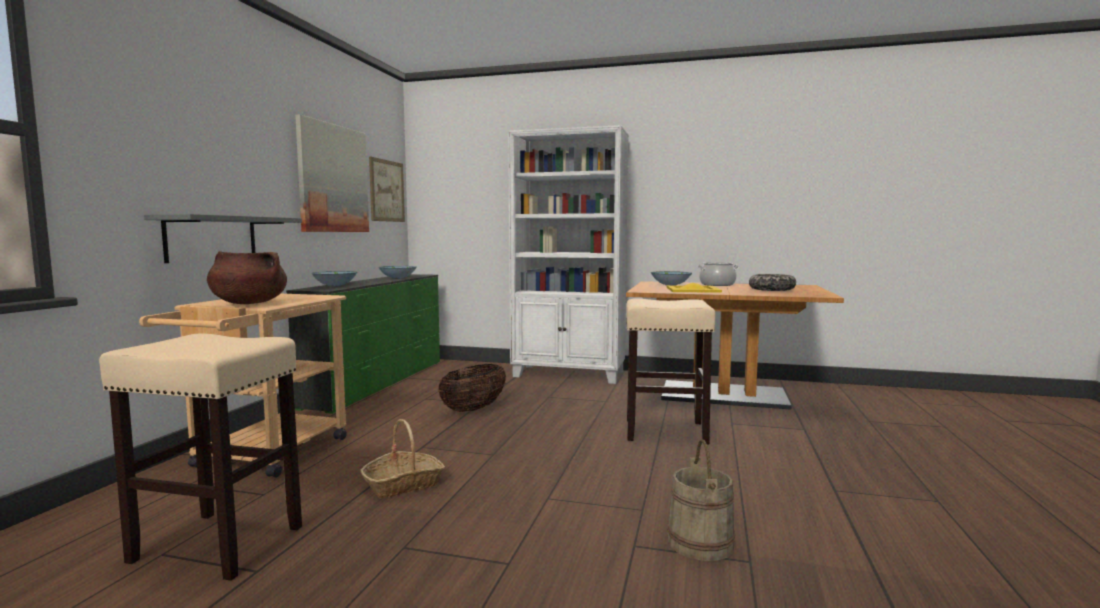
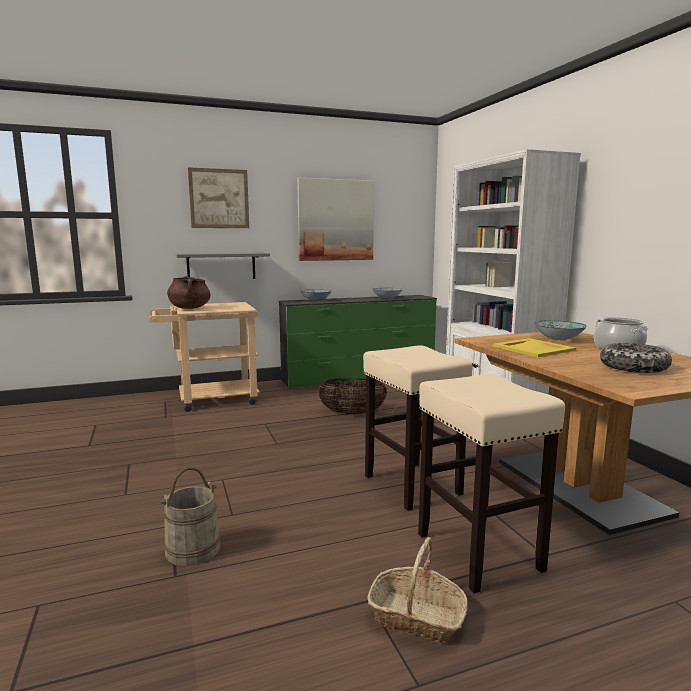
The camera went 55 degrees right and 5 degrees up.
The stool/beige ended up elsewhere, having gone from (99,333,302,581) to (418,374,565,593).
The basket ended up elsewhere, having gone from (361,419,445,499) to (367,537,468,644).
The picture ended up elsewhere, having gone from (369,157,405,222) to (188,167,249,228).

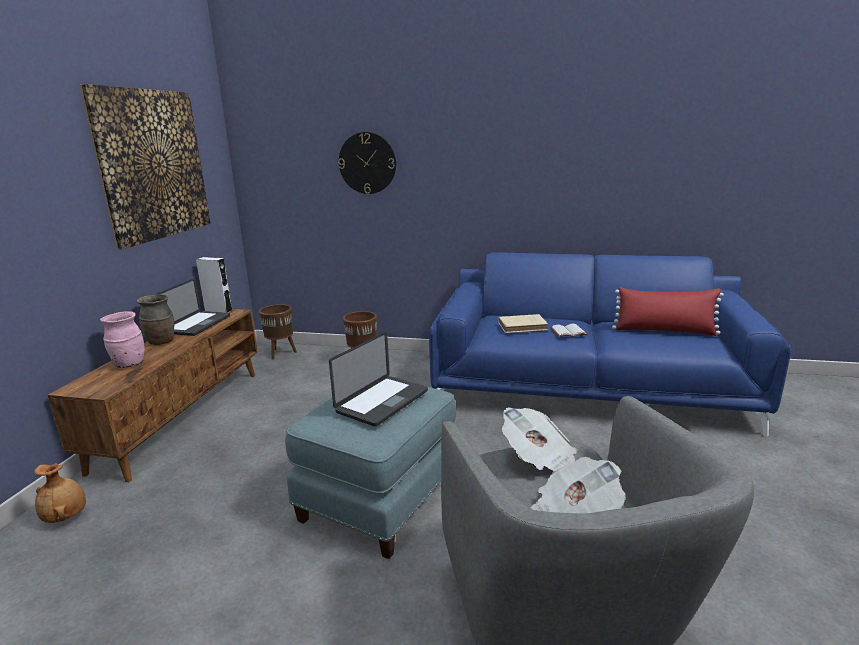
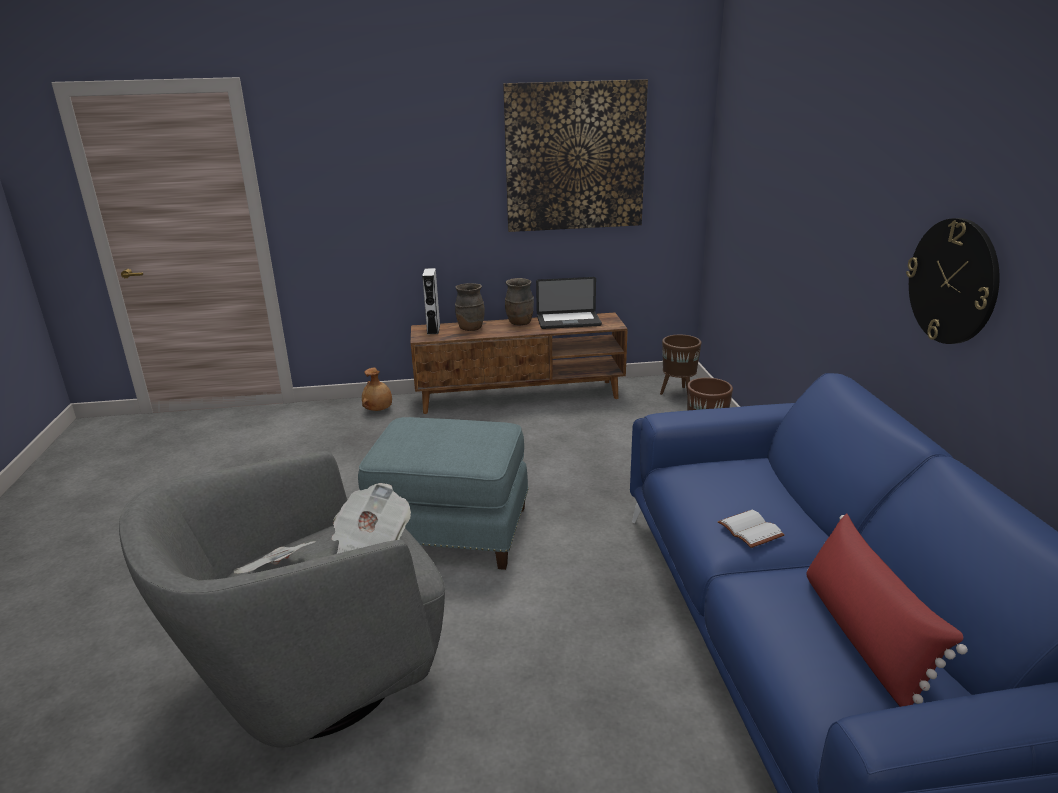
The camera went 70 degrees right and 5 degrees up.
The second view lost the laptop at (329,332,428,427).
The second view lost the book/beige at (498,314,548,333).
The speaker/white ended up elsewhere, having gone from (196,257,233,313) to (422,268,440,334).
The wall clock ended up elsewhere, having gone from (338,132,396,194) to (906,218,1000,344).
What was the vase/pink at (100,311,145,368) turned into the vase/brown at (455,283,485,331).

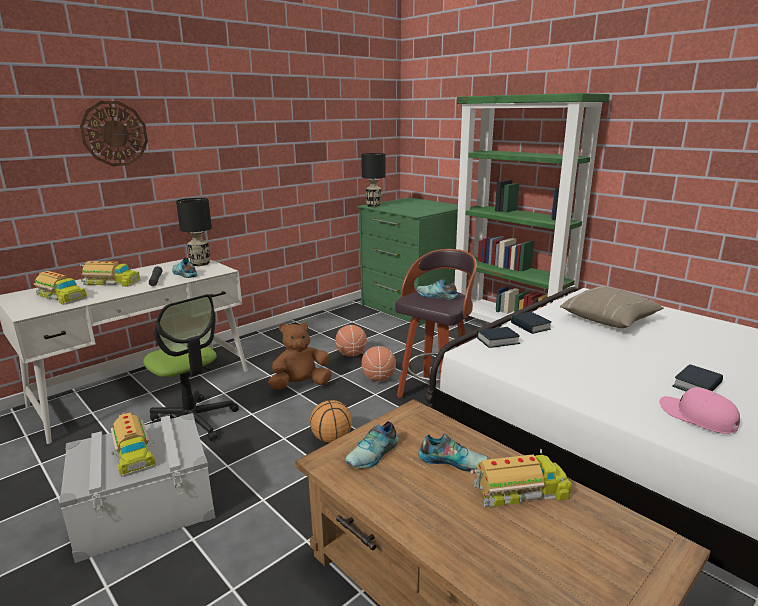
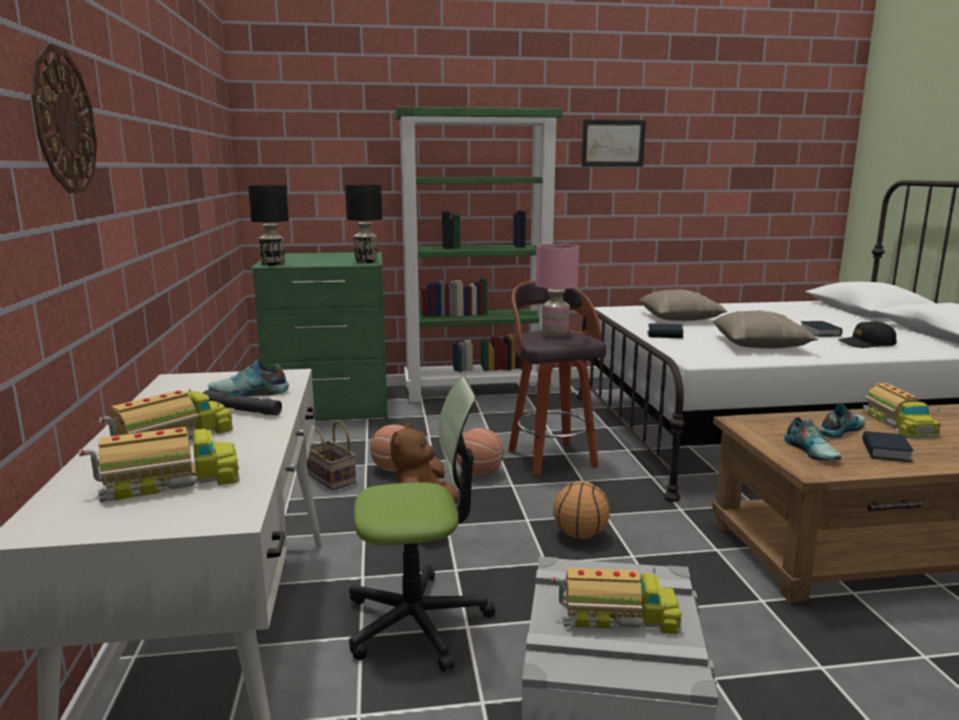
The camera went 55 degrees left and 5 degrees down.
The second view gained the basket at (306,420,356,491).
The second view gained the picture at (582,120,646,166).
The second view gained the pillow/beige at (713,310,818,348).
The table lamp/black ended up elsewhere, having gone from (176,198,212,266) to (345,185,382,263).
The book ended up elsewhere, having gone from (477,327,520,348) to (862,431,914,462).
Where the shoe stood at (416,278,458,300), the table lamp/pink came to stand at (536,244,579,337).
What was the cap/pink at (659,387,740,434) turned into the cap/black at (838,321,897,348).
The toy truck at (471,449,572,507) ended up facing another way, 150 degrees clockwise from before.

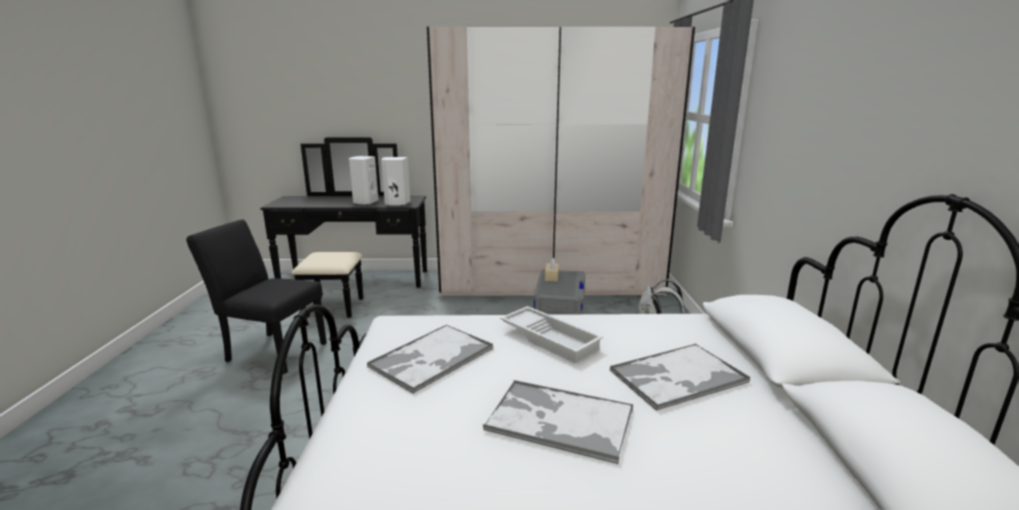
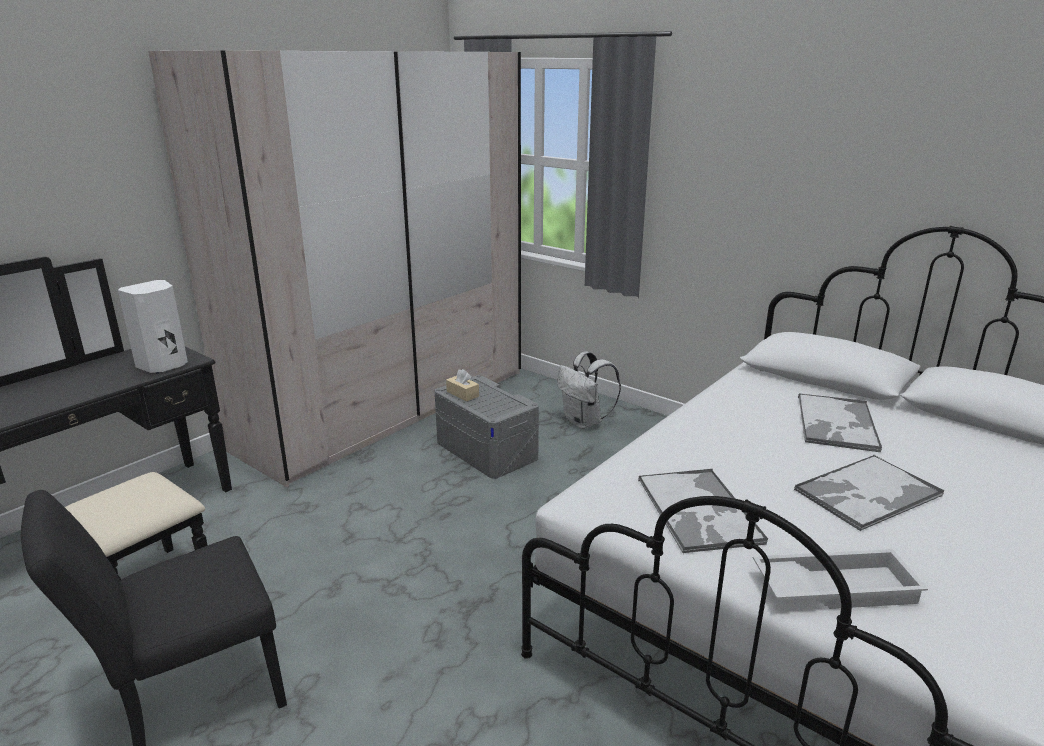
The camera went 50 degrees left and 5 degrees up.
The second view lost the speaker/white at (349,156,379,205).
The tray/white ended up elsewhere, having gone from (500,306,603,363) to (753,549,928,609).

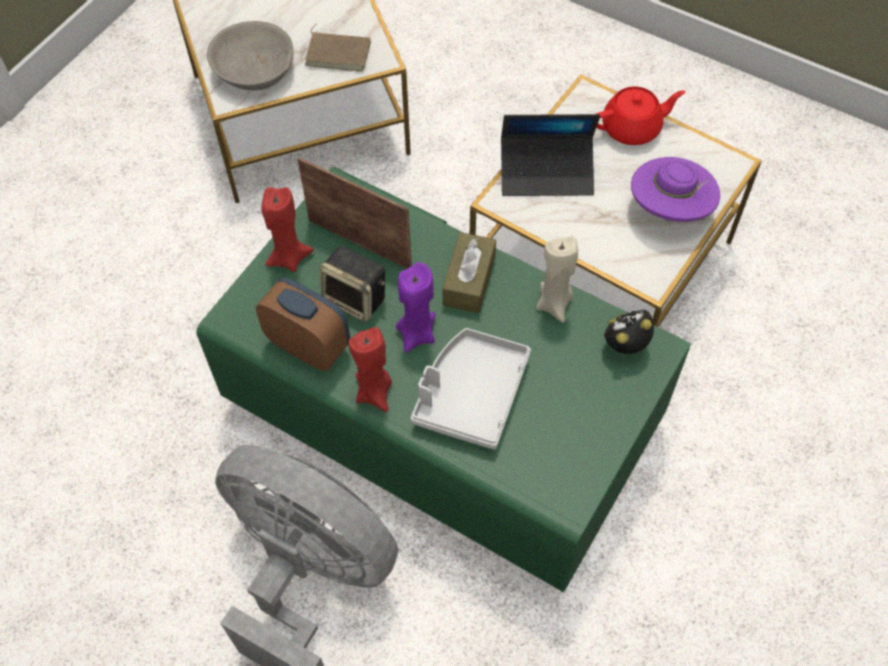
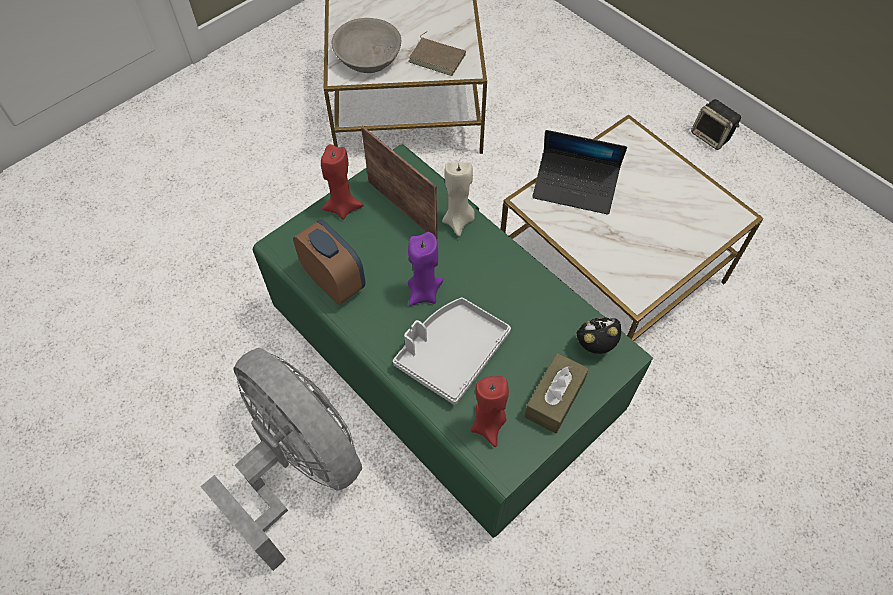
The camera went 15 degrees right and 0 degrees up.
The second view lost the teapot/red at (596,86,685,145).
The second view lost the hat/purple at (631,157,720,222).
The speaker ended up elsewhere, having gone from (320,246,385,322) to (691,99,741,150).
The candle/red ended up elsewhere, having gone from (349,327,392,412) to (471,376,509,447).
The tissue box/brown ended up elsewhere, having gone from (442,232,496,313) to (524,353,589,434).
The candle/beige ended up elsewhere, having gone from (536,236,578,323) to (442,162,475,236).

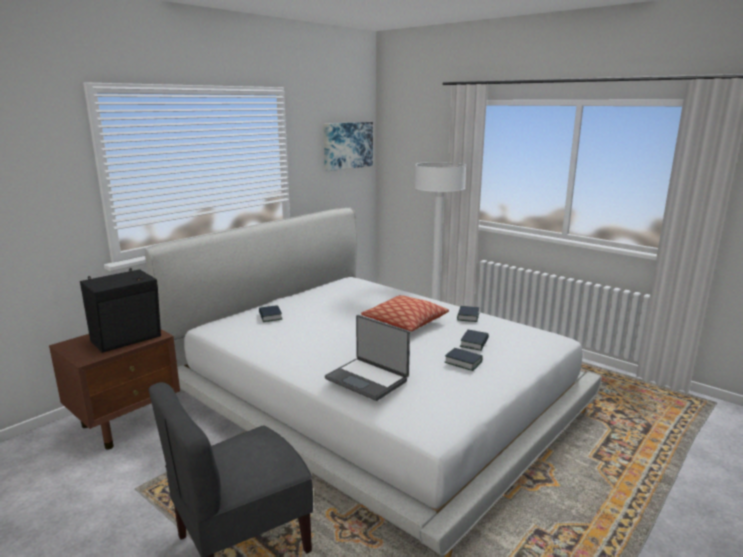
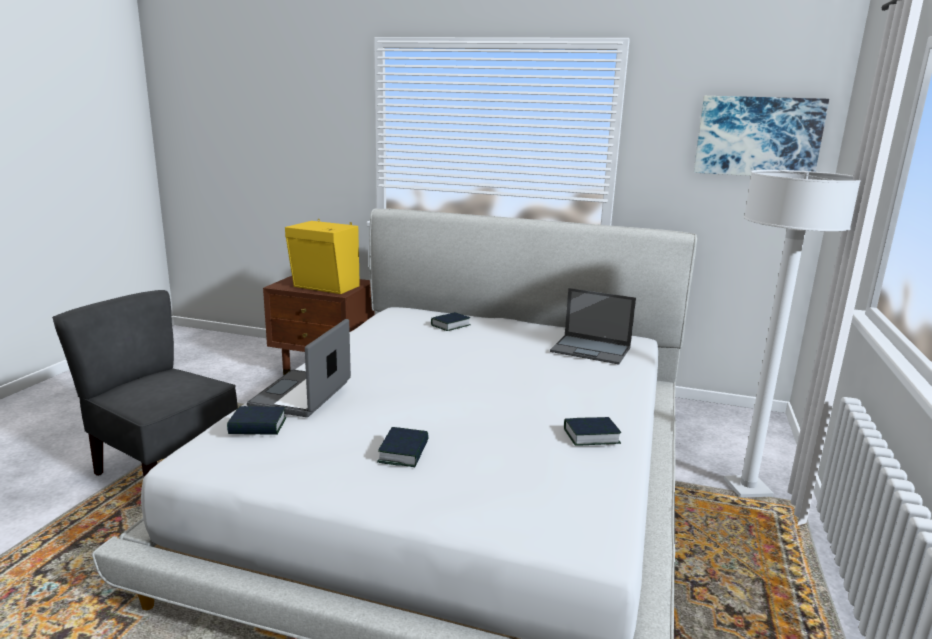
The camera went 65 degrees right and 0 degrees up.
The second view lost the pillow at (361,295,449,331).
The second view gained the laptop at (550,288,636,365).
The book ended up elsewhere, having gone from (460,330,489,351) to (227,406,286,435).
What was the speaker/black at (80,268,161,353) turned into the speaker/yellow at (285,219,360,294).

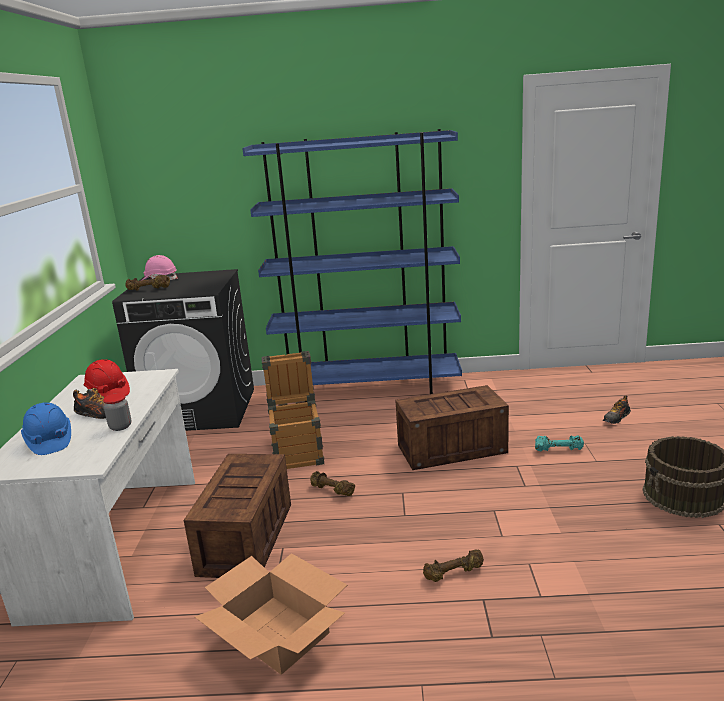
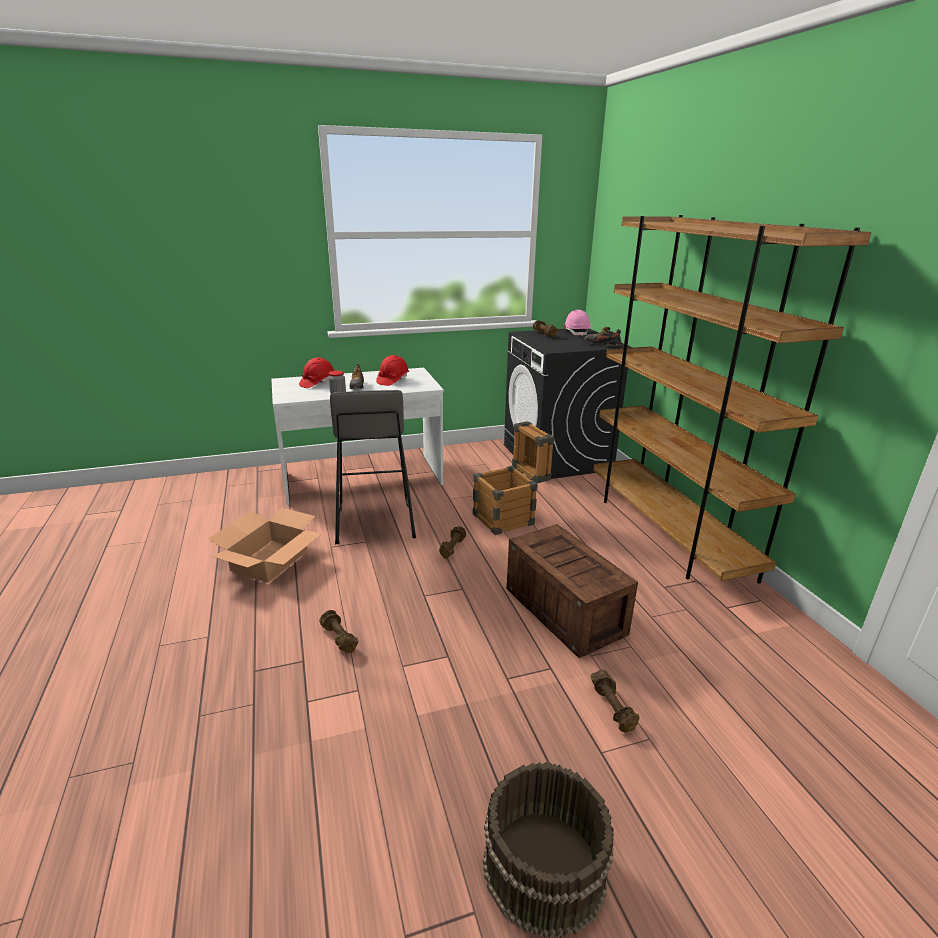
The camera went 70 degrees right and 5 degrees up.
The shoe ended up elsewhere, having gone from (603,395,631,424) to (584,326,622,346).
Where the crate stood at (184,454,291,578), the stool/grey came to stand at (330,390,416,544).
What was the hard hat/blue at (21,402,71,455) turned into the hard hat/red at (299,357,335,388).
What was the bookcase/blue at (242,129,462,402) turned into the bookcase/brown at (593,215,872,584).
What was the dumbbell/turquoise at (535,435,584,451) turned into the dumbbell/brown at (590,670,640,733).

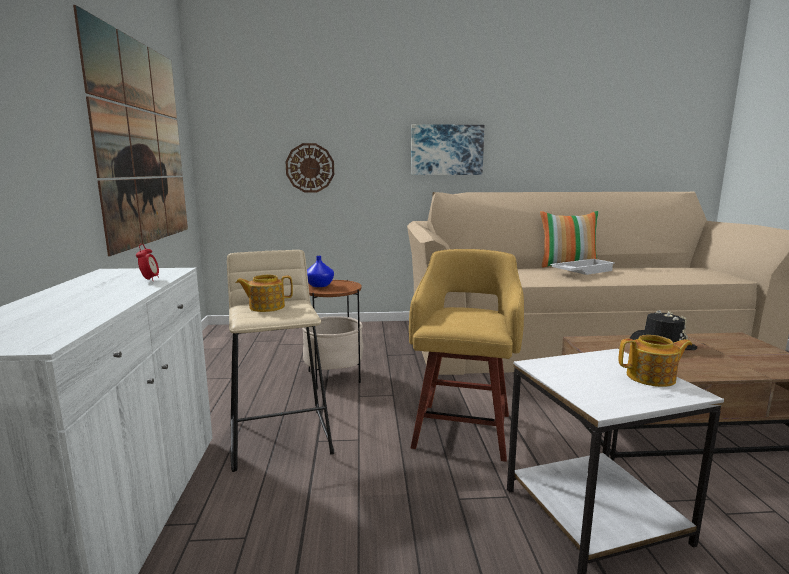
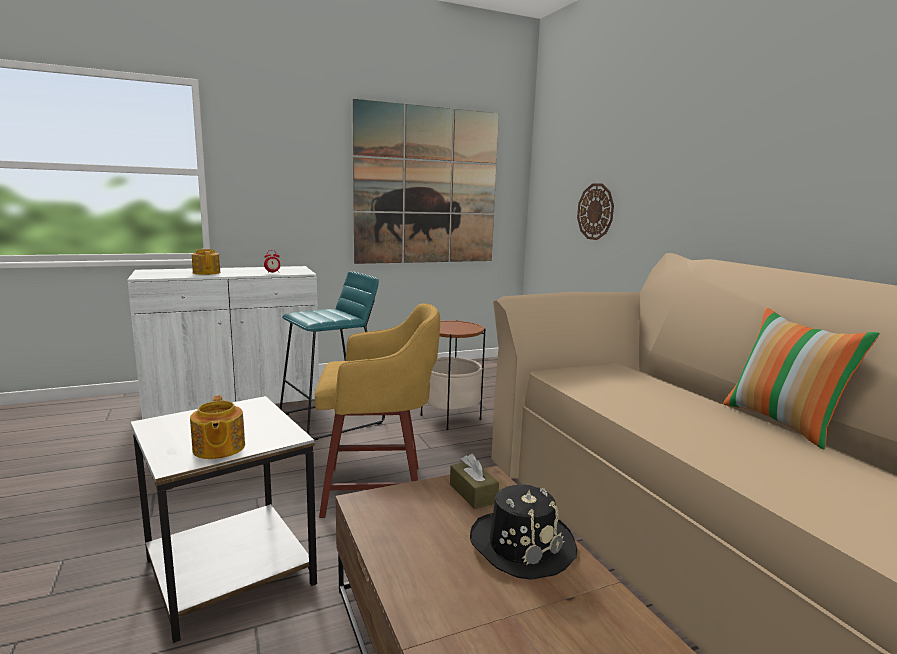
The camera went 70 degrees right and 0 degrees up.
The second view lost the vase/blue at (307,256,334,287).
The second view lost the picture at (411,124,484,175).
The second view lost the tray/white at (550,259,614,275).
The second view gained the tissue box/brown at (450,454,499,509).
The teapot ended up elsewhere, having gone from (236,275,293,312) to (192,249,220,275).
What was the stool/beige at (227,250,334,472) turned into the stool/turquoise at (280,271,385,440).

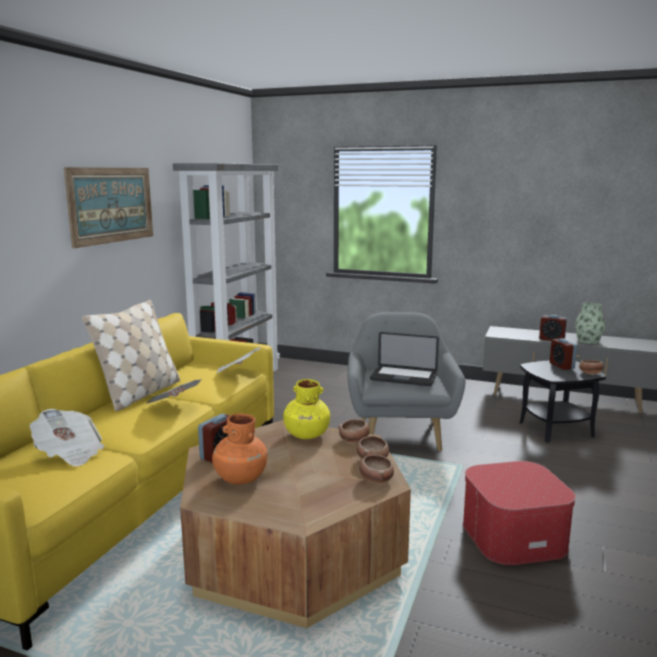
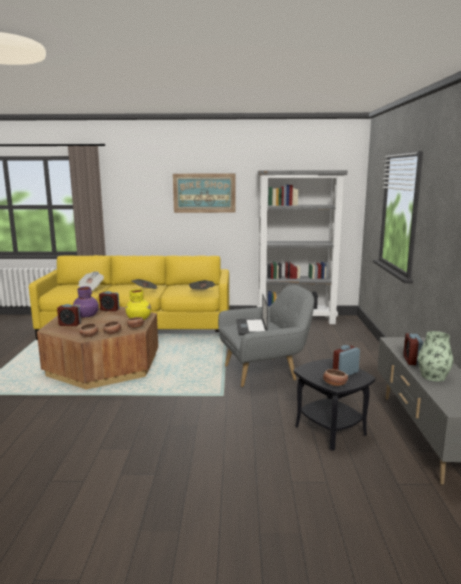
The camera went 70 degrees right and 0 degrees up.
The second view lost the pillow/beige at (82,300,180,411).
The second view lost the ottoman at (463,461,576,565).
The second view gained the alarm clock at (57,304,81,326).
What was the vase/orange at (212,413,267,485) turned into the vase/purple at (73,286,99,318).

